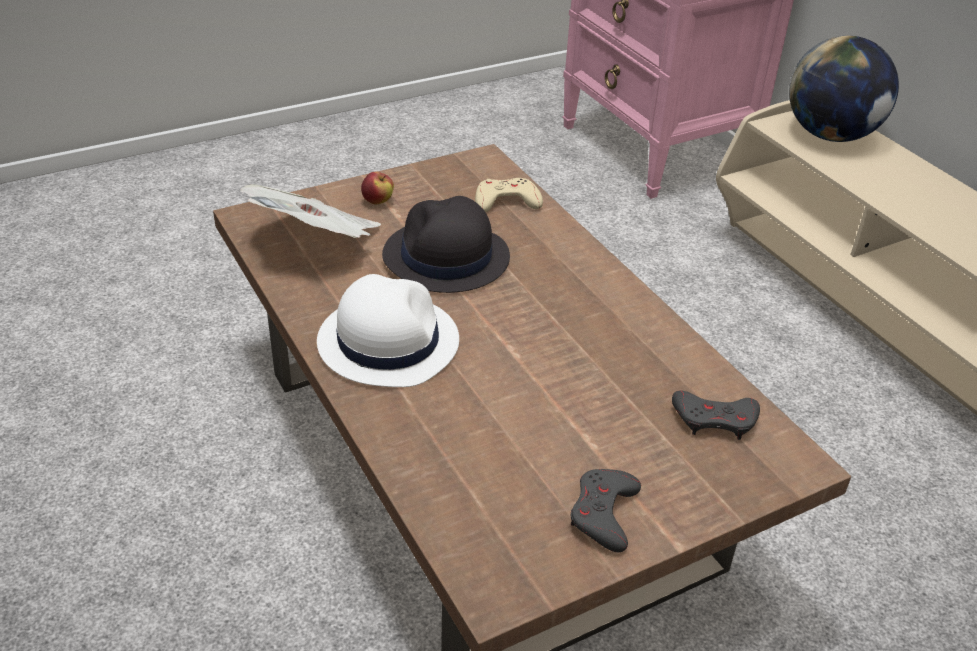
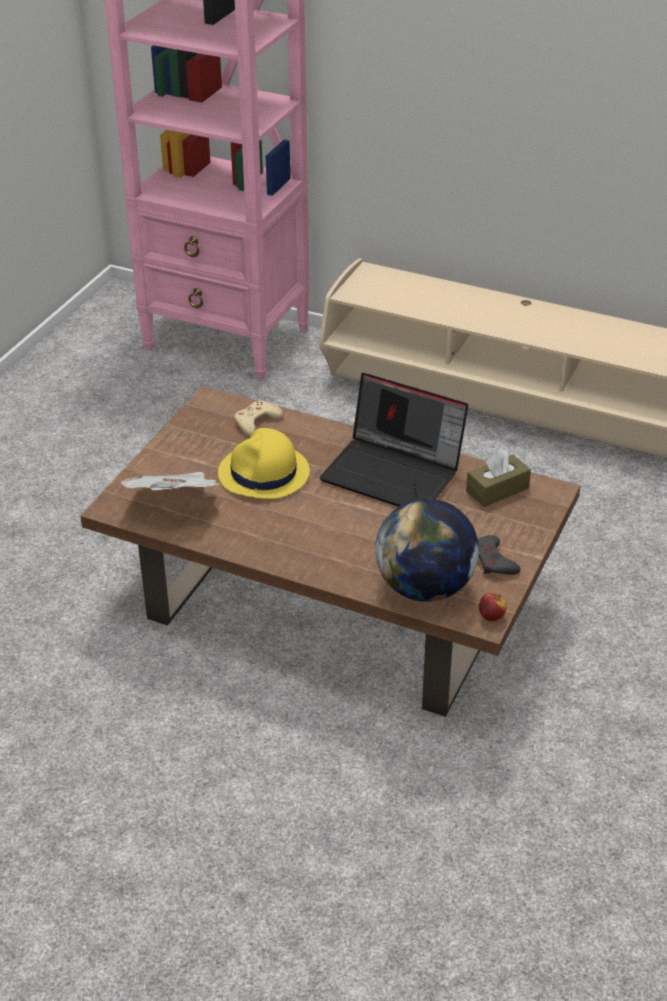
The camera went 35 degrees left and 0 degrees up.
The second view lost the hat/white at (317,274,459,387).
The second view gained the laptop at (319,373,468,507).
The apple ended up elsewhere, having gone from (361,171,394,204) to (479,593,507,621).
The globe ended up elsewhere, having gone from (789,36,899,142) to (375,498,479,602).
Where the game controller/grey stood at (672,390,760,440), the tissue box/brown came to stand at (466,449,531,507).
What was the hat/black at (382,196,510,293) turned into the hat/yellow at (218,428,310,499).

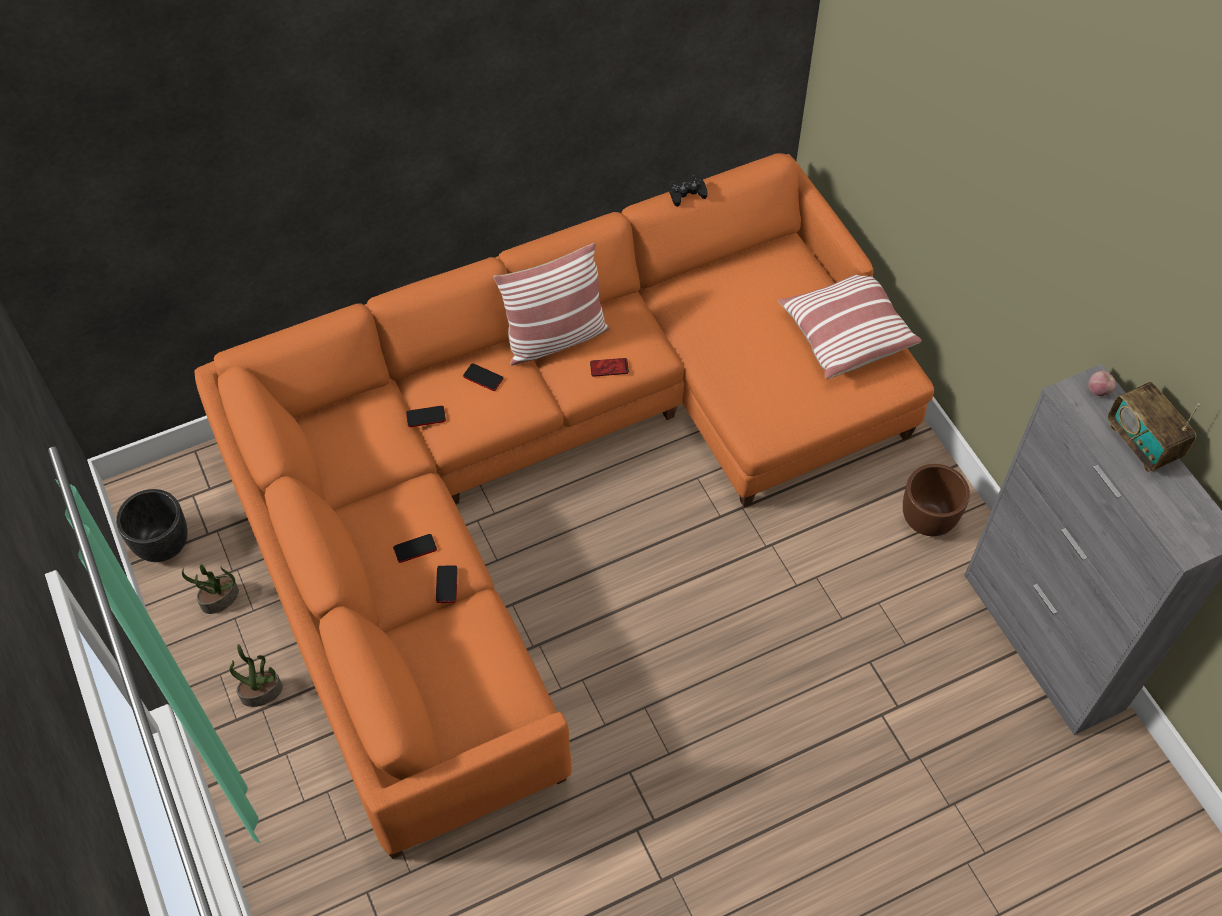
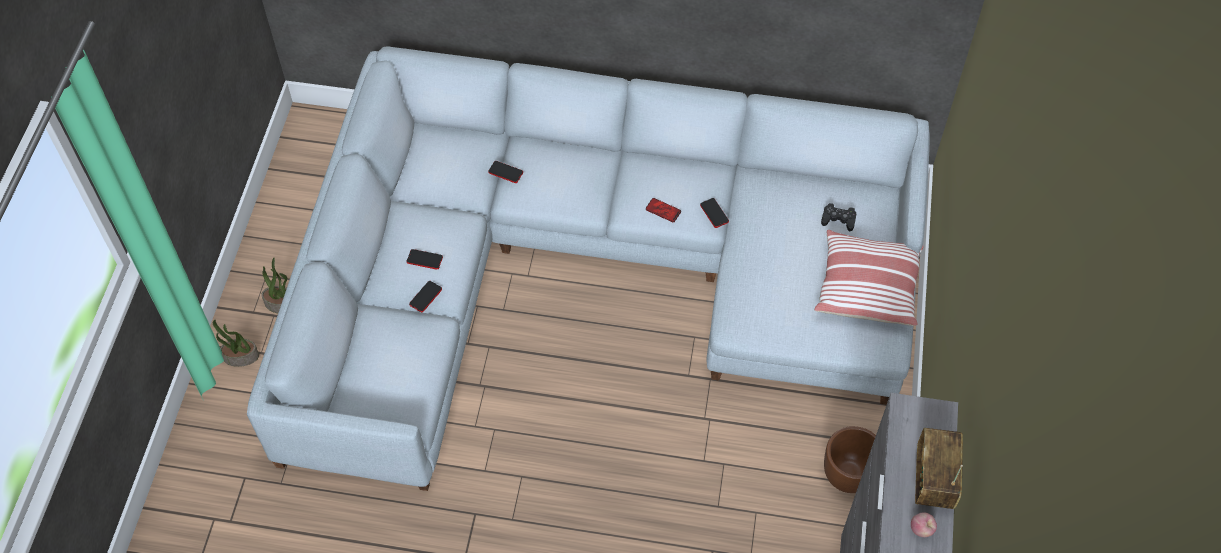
The camera went 35 degrees right and 0 degrees up.
The second view lost the planter/black at (116,489,188,562).
The second view lost the pillow at (494,243,610,366).
The potted plant ended up elsewhere, having gone from (182,564,239,614) to (213,320,259,367).
The phone ended up elsewhere, having gone from (463,363,503,391) to (700,198,729,228).
The game controller/black ended up elsewhere, having gone from (669,175,707,207) to (821,203,856,231).
The apple ended up elsewhere, having gone from (1088,371,1116,396) to (911,512,937,537).
What was the sofa/orange at (194,153,934,859) turned into the sofa/grey at (247,46,930,491).

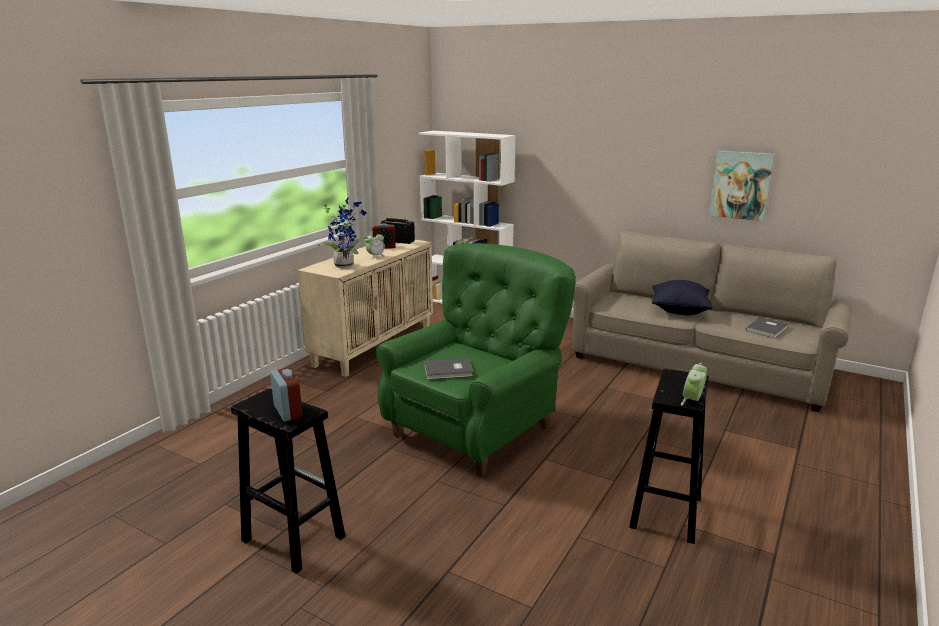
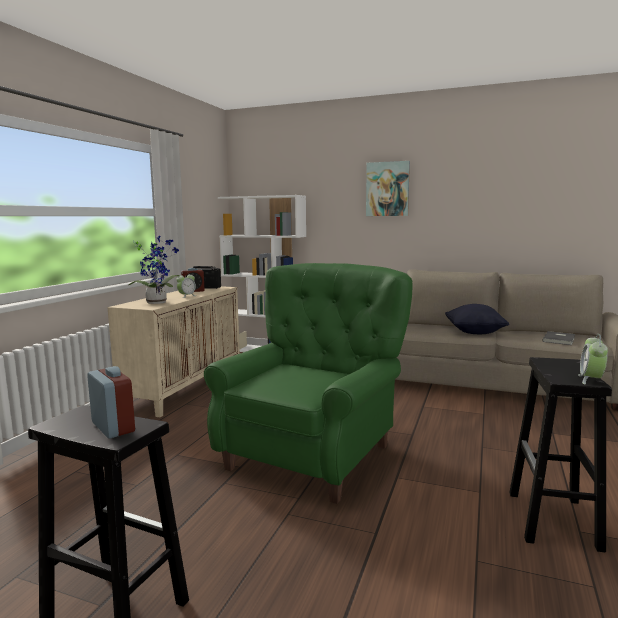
The camera went 10 degrees left and 10 degrees down.
The second view lost the book/grey at (424,358,473,380).
The picture ended up elsewhere, having gone from (709,150,775,221) to (366,161,410,216).

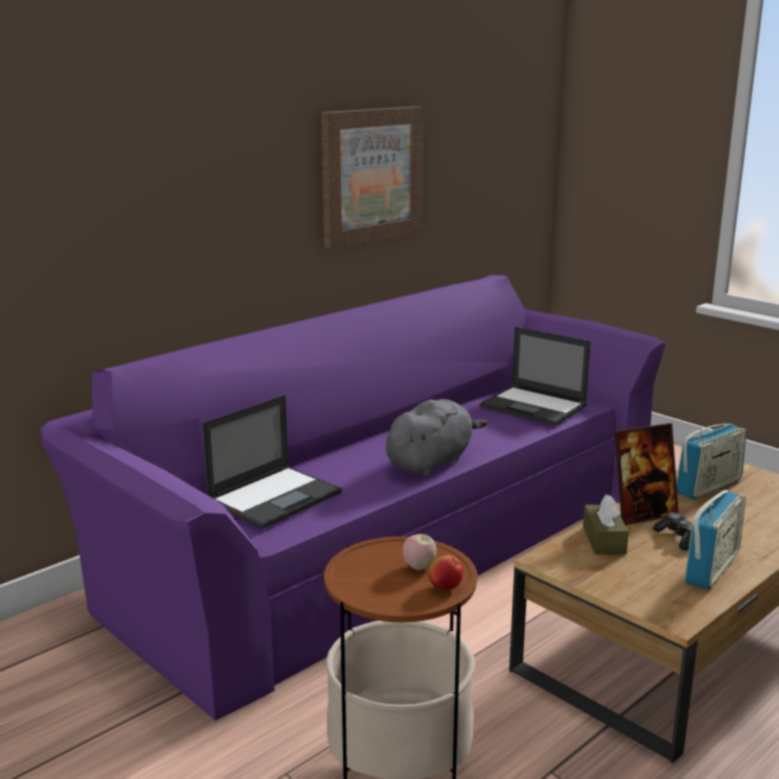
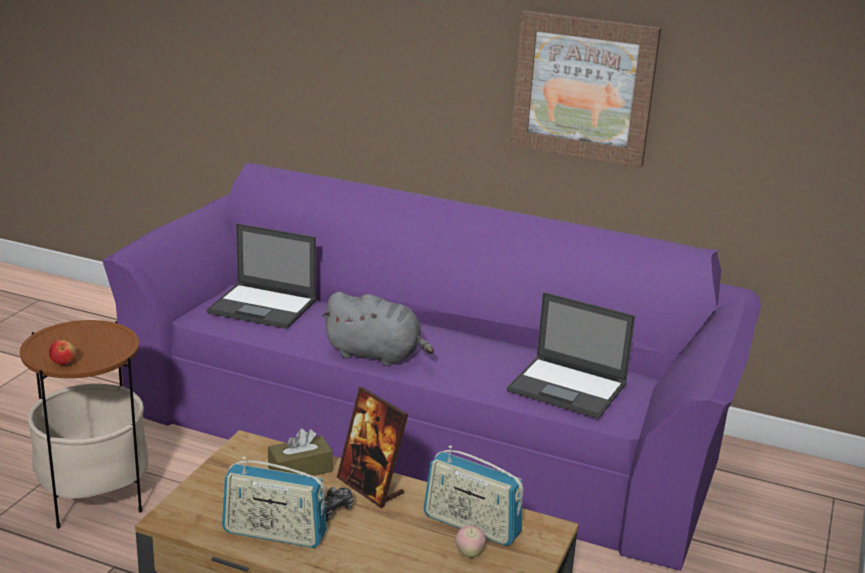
The camera went 65 degrees right and 5 degrees up.
The apple ended up elsewhere, having gone from (403,533,437,570) to (456,525,486,558).
The laptop at (480,327,591,426) ended up facing another way, 75 degrees counterclockwise from before.

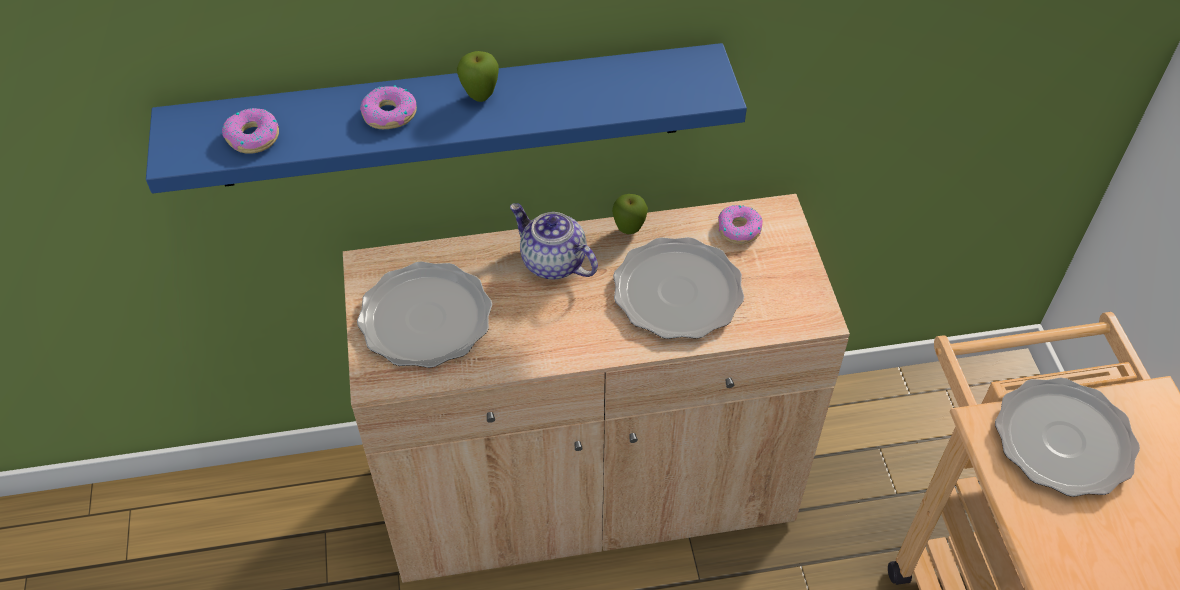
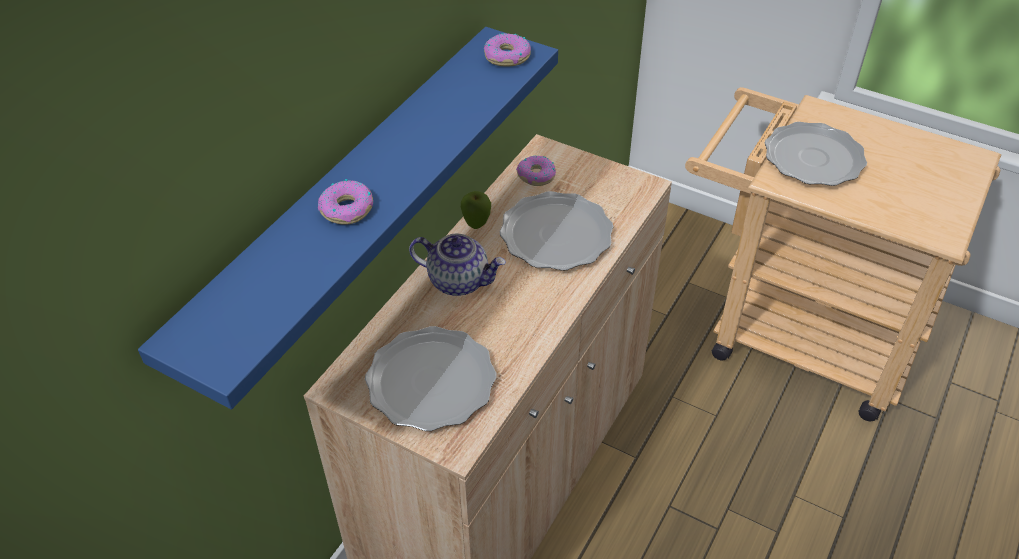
The camera went 50 degrees left and 5 degrees down.
The second view lost the apple at (457,51,499,102).
The donut ended up elsewhere, having gone from (222,108,279,154) to (484,33,531,66).
The teapot at (510,203,598,280) ended up facing another way, 150 degrees counterclockwise from before.

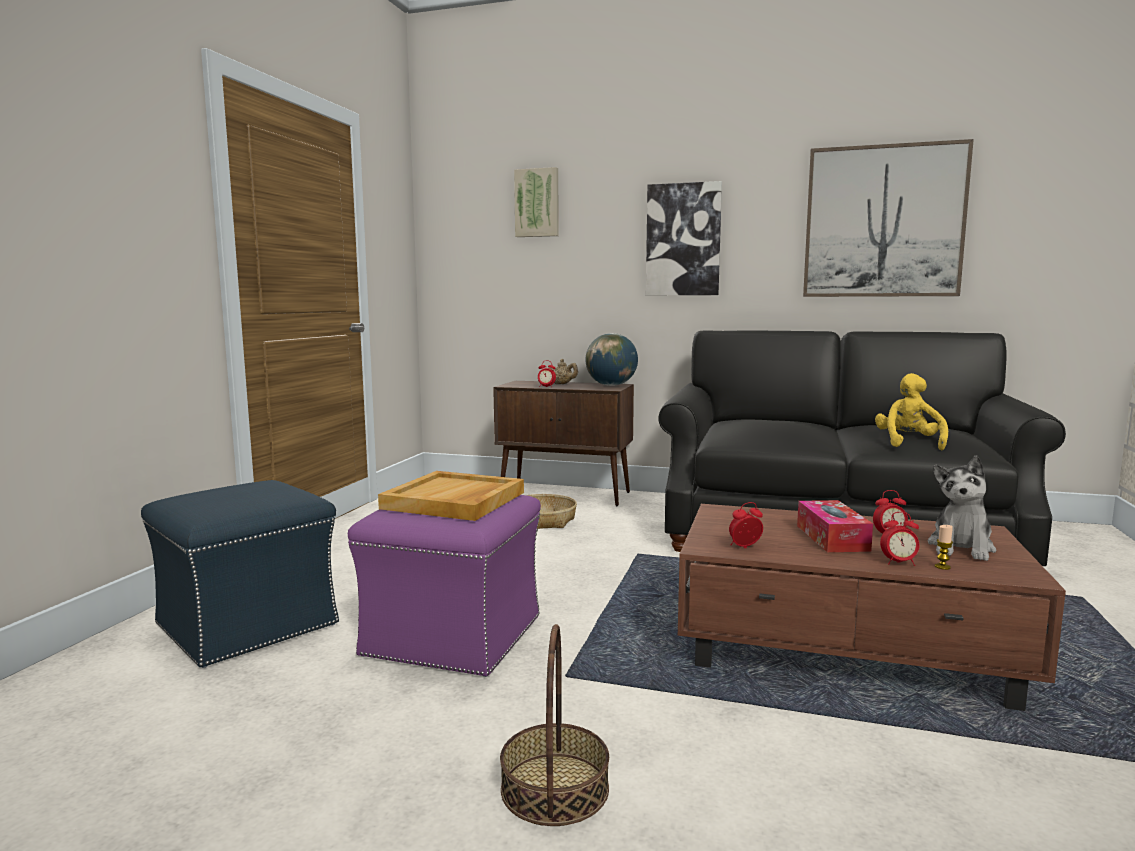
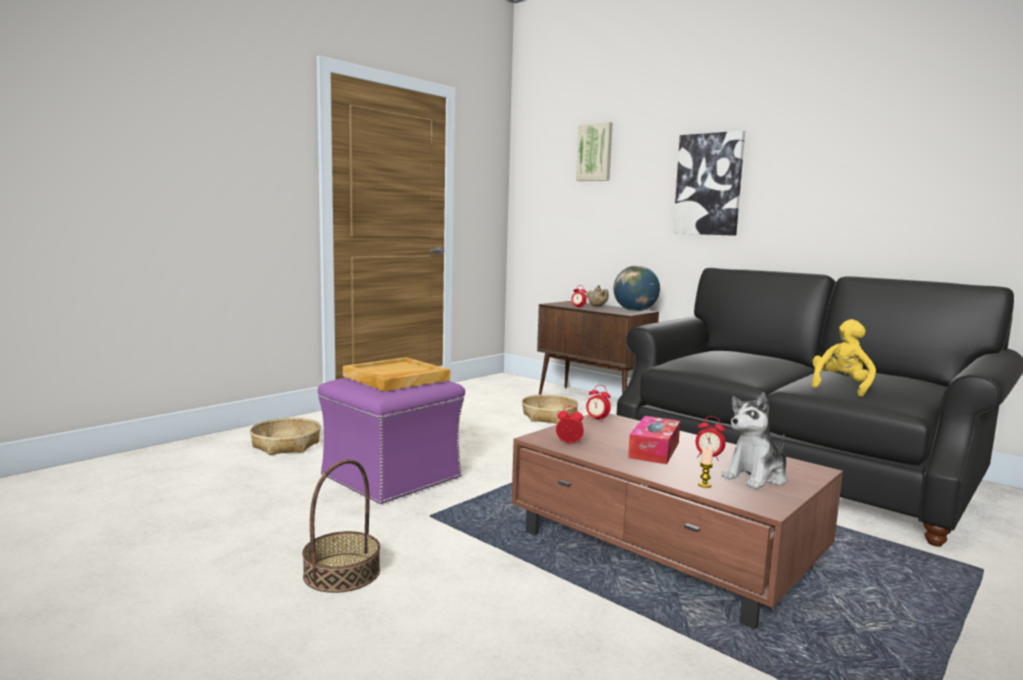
The camera went 25 degrees right and 0 degrees up.
The second view lost the picture at (803,139,974,297).
The alarm clock ended up elsewhere, having gone from (880,512,920,566) to (586,385,611,422).
Where the ottoman/blue stood at (141,480,339,668), the basket came to stand at (250,418,321,455).

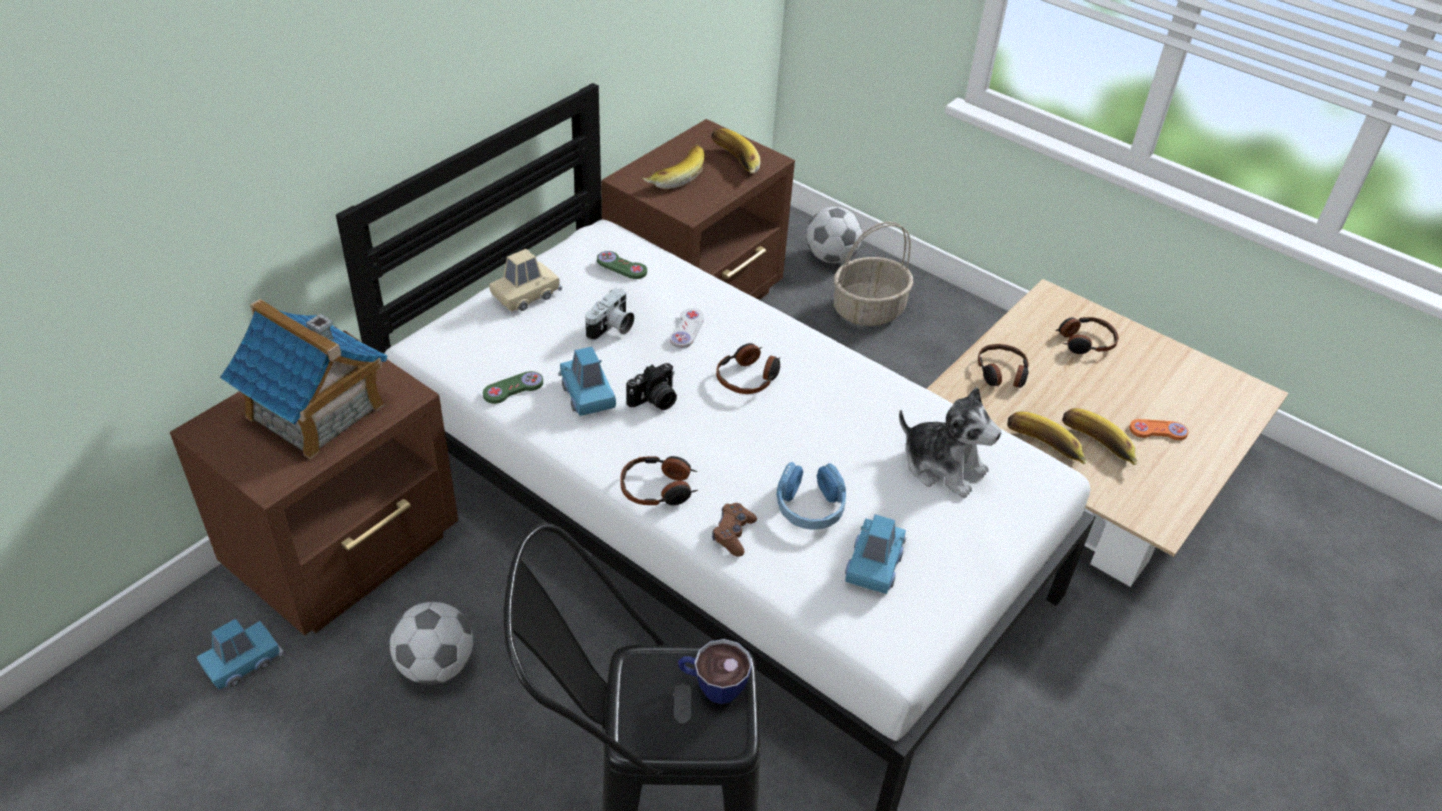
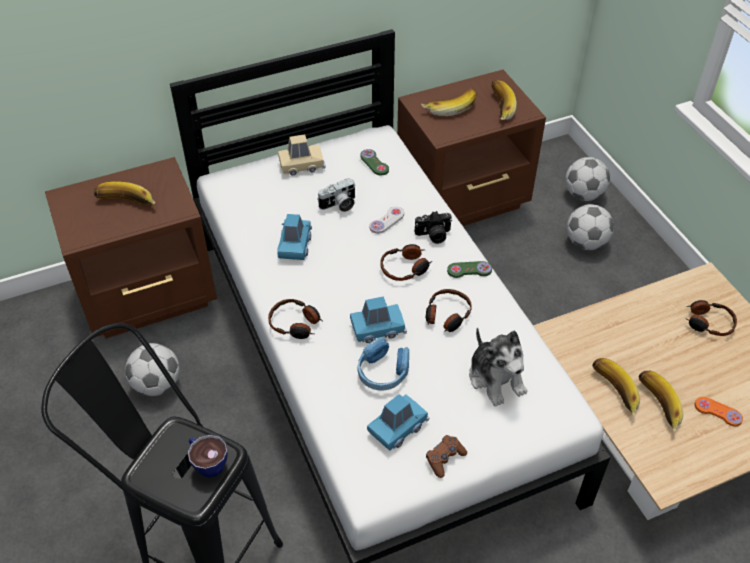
The camera went 30 degrees right and 5 degrees up.
The toy car/blue ended up elsewhere, having gone from (197,619,284,689) to (350,296,407,343).
The game controller/green ended up elsewhere, having gone from (483,371,543,404) to (447,261,492,278).
The photo camera ended up elsewhere, having gone from (626,363,677,410) to (415,211,452,244).
The game controller/brown ended up elsewhere, having gone from (712,503,757,557) to (426,435,467,478).
The headphones ended up elsewhere, having gone from (978,344,1029,388) to (426,289,472,332).
Where the toy house stood at (220,299,387,459), the banana came to stand at (94,181,156,205).
Where the basket stood at (834,222,913,326), the football came to stand at (567,204,614,250).

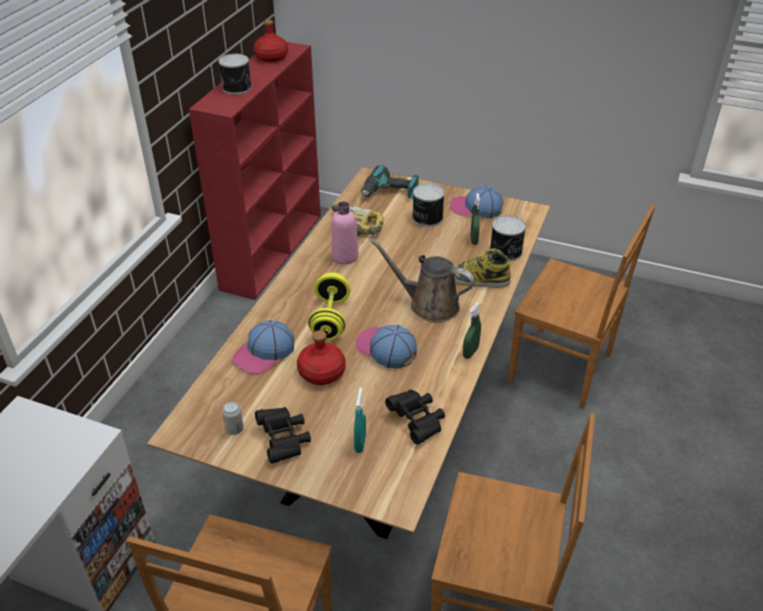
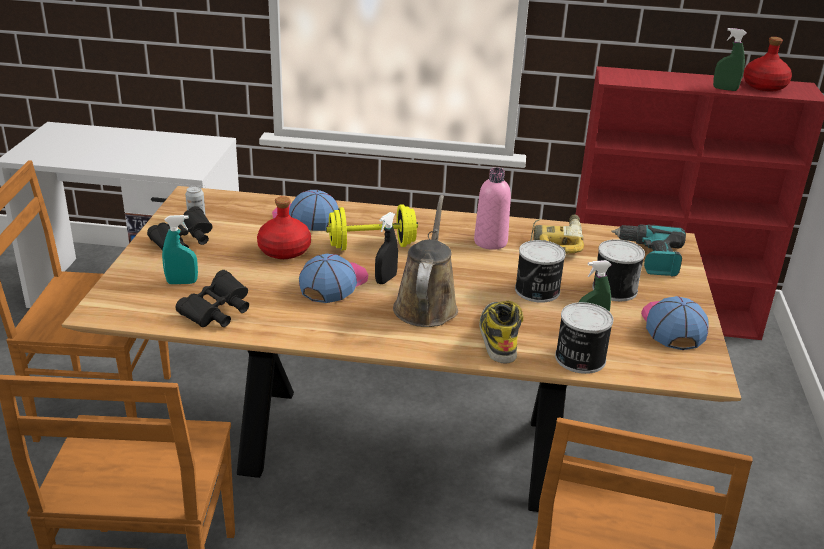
The camera went 75 degrees right and 10 degrees down.
The second view gained the spray bottle/black at (375,212,398,284).
The can ended up elsewhere, having gone from (218,54,252,95) to (515,240,566,303).
The spray bottle/green ended up elsewhere, having gone from (463,303,481,359) to (713,28,747,91).

